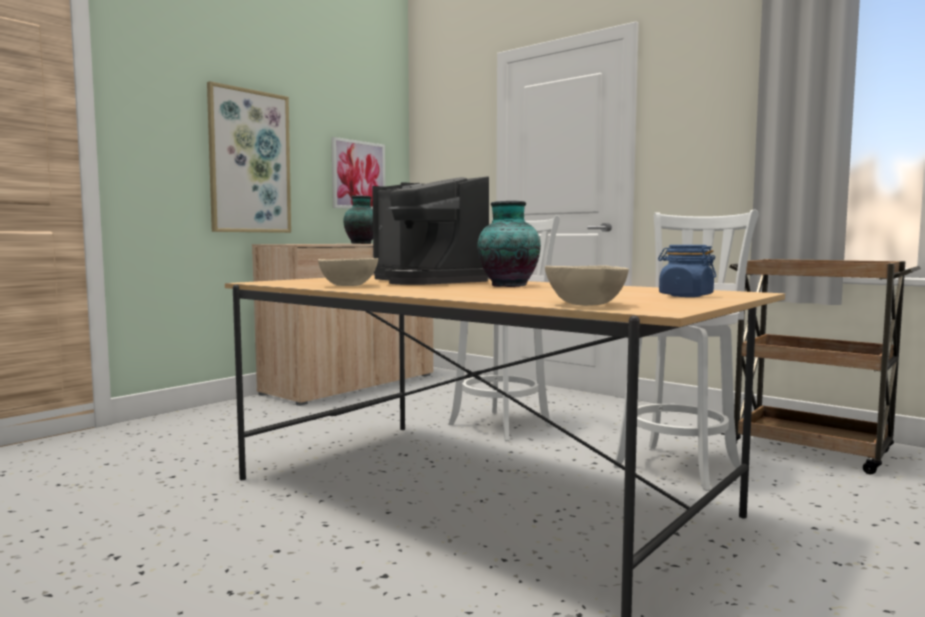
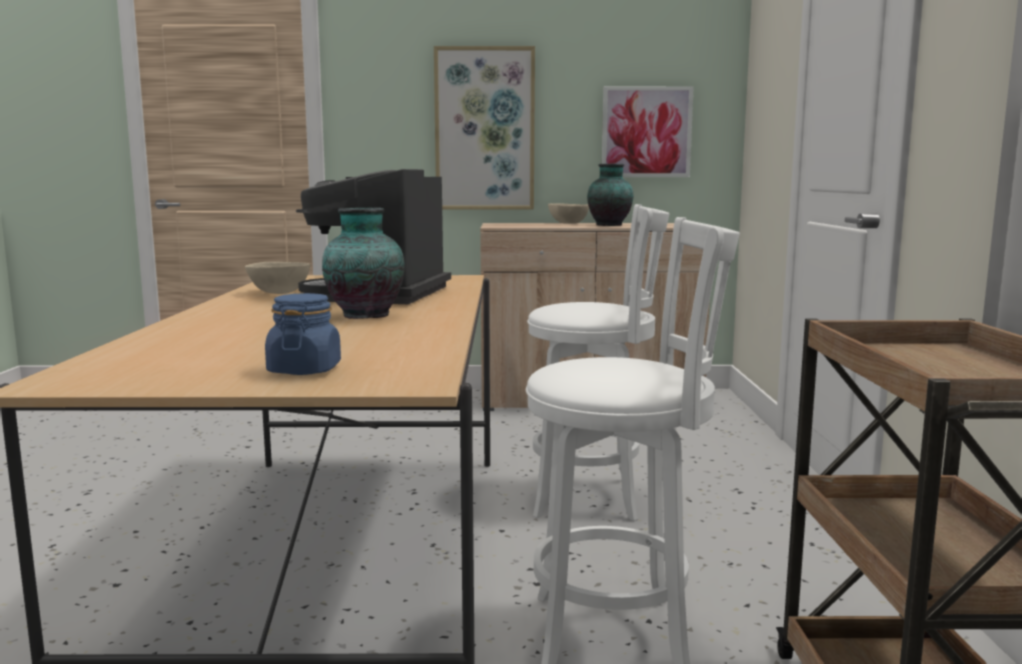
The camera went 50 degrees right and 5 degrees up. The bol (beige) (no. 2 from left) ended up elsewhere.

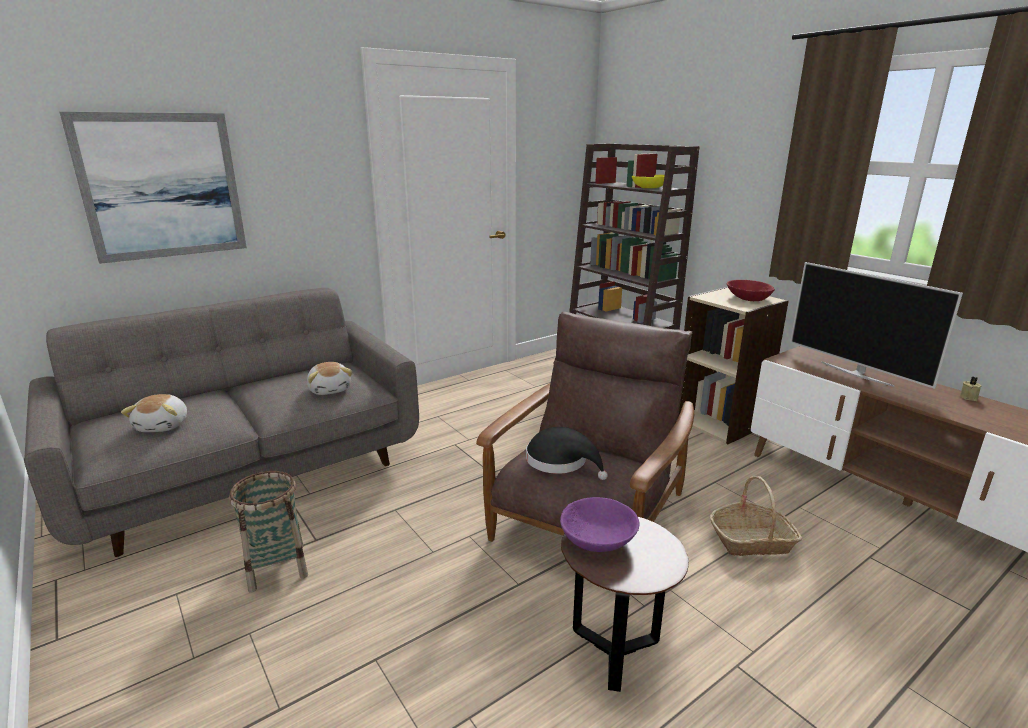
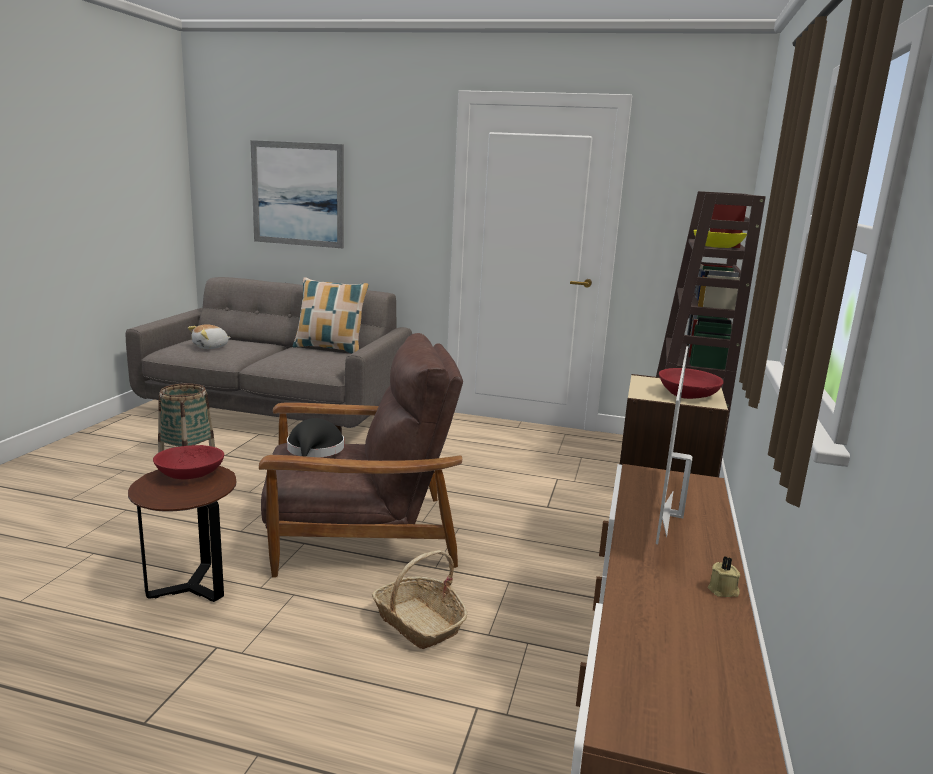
The camera went 50 degrees right and 5 degrees down. What was the bol (violet) turned into the bol (rouge) (no. 1 from left). The second view gained the coussin. The second view lost the peluche (no. 2 from left).

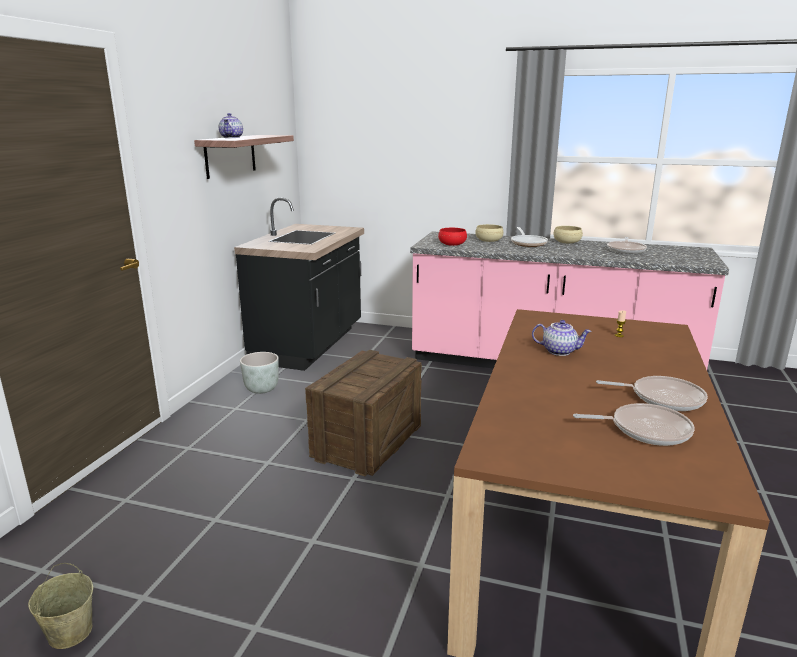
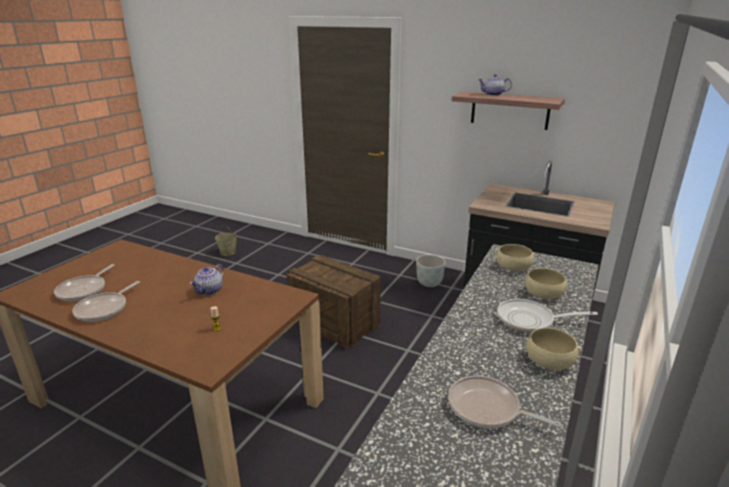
The camera went 100 degrees right and 5 degrees up. What was the bol (rouge) turned into the bol (beige) (no. 1 from left).

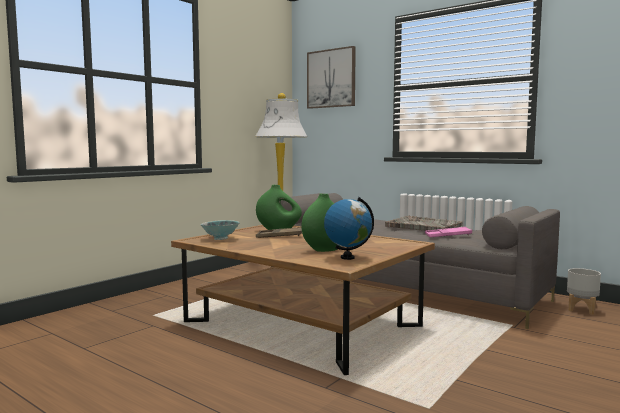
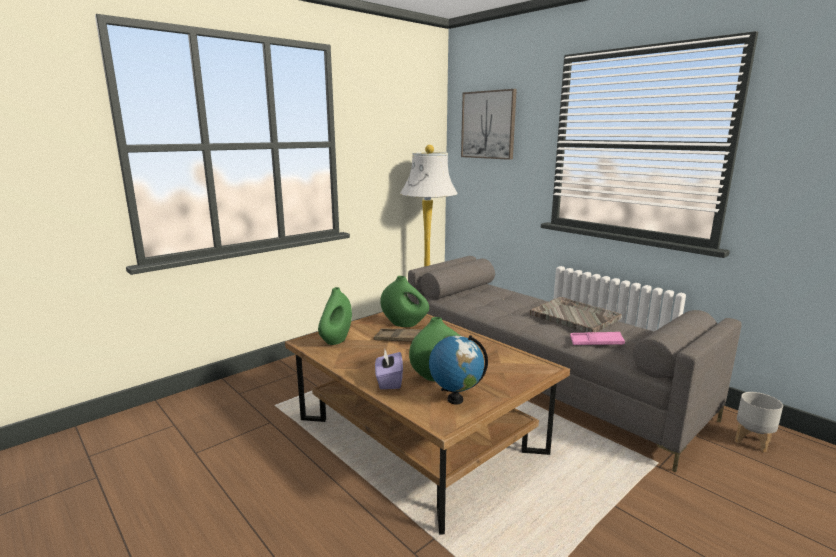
The camera went 10 degrees right and 10 degrees up. Where the bol stood, the vase (vert) (no. 1 from left) came to stand. The second view gained the boîte à mouchoirs (violet).

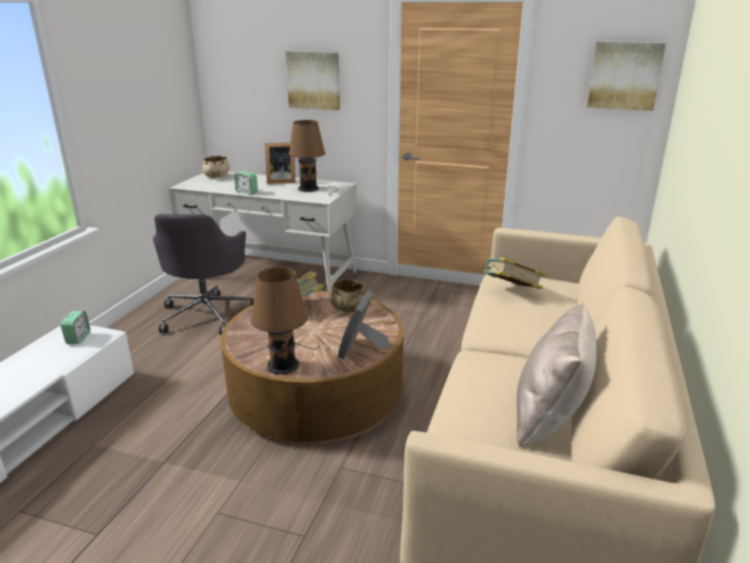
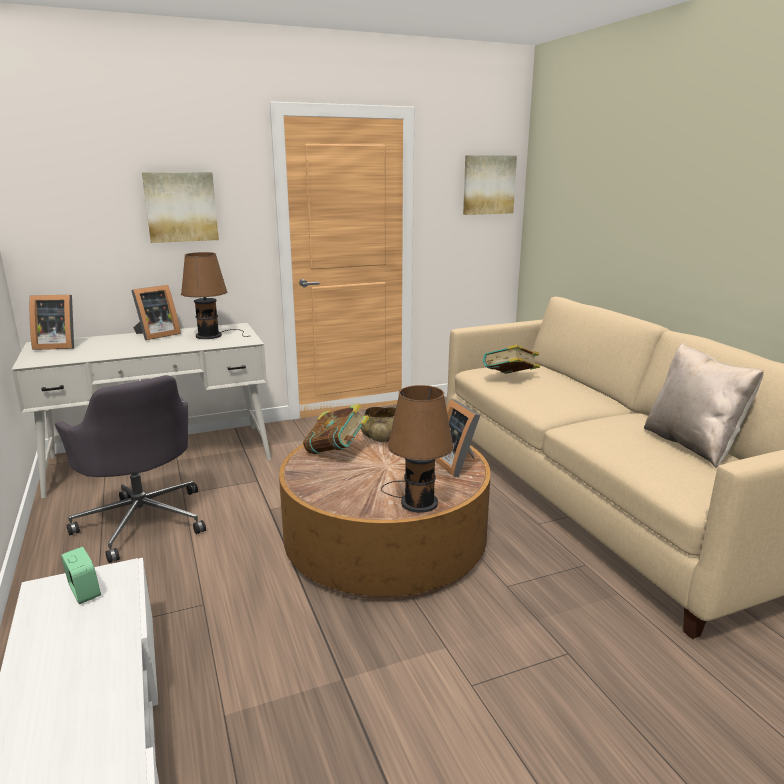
The camera went 40 degrees left and 5 degrees down. Where the bol (beige) (no. 1 from left) stood, the cadre photo (no. 1 from left) came to stand. The second view lost the réveil (no. 2 from left).

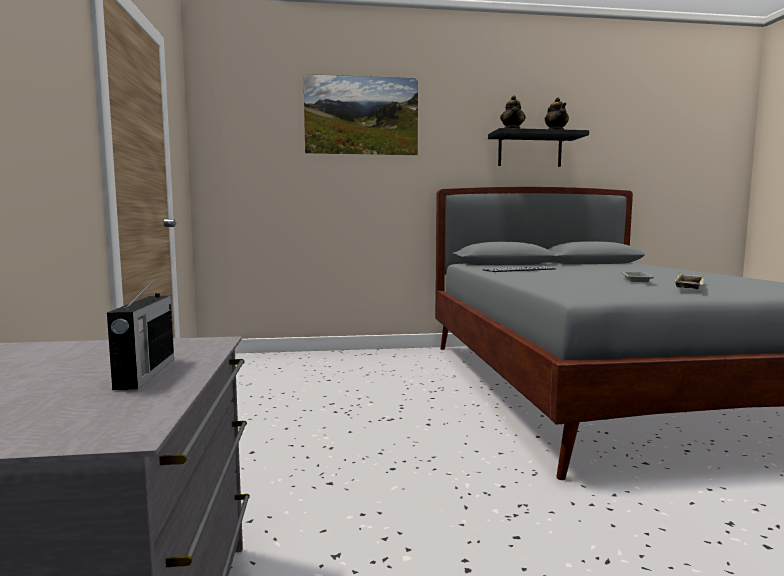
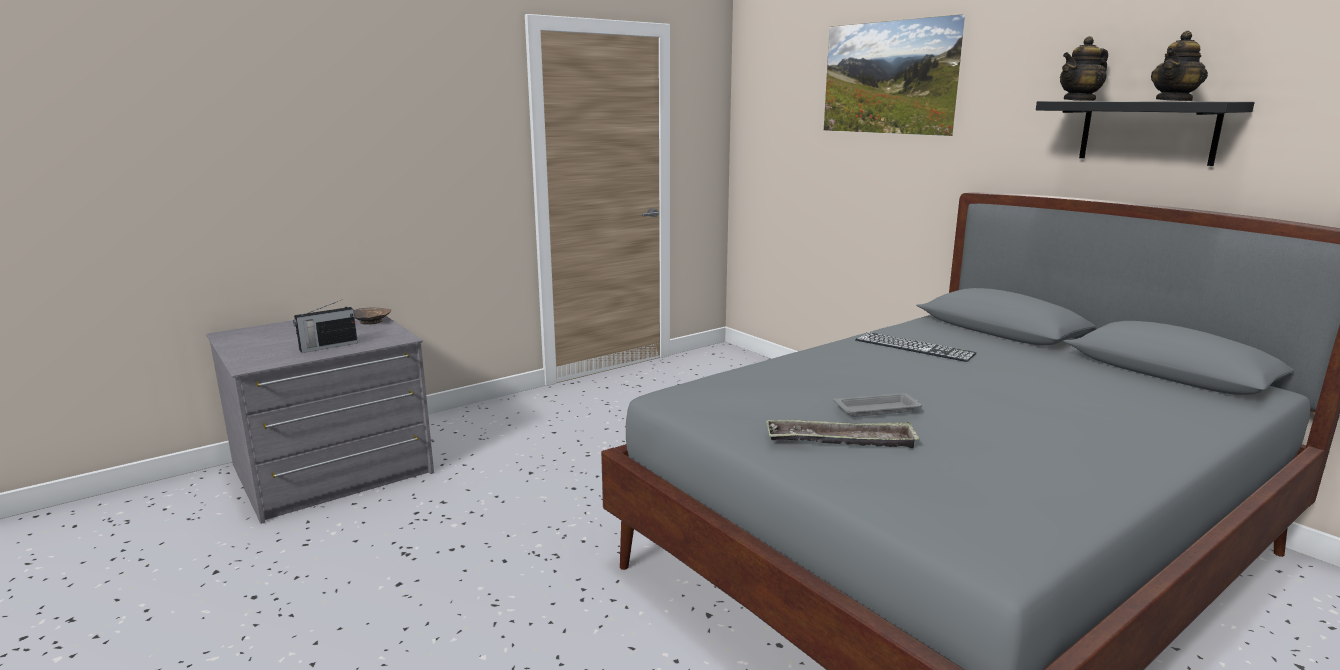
The camera went 60 degrees right and 10 degrees up. The second view gained the bol (marron).

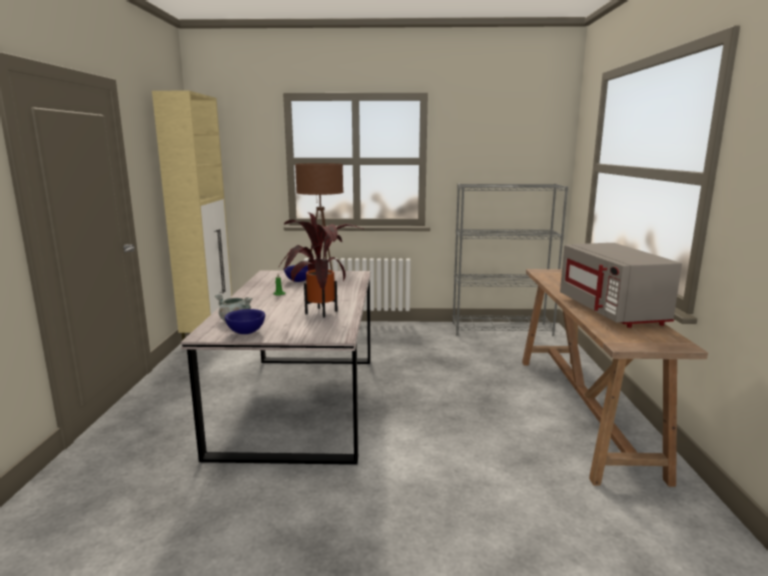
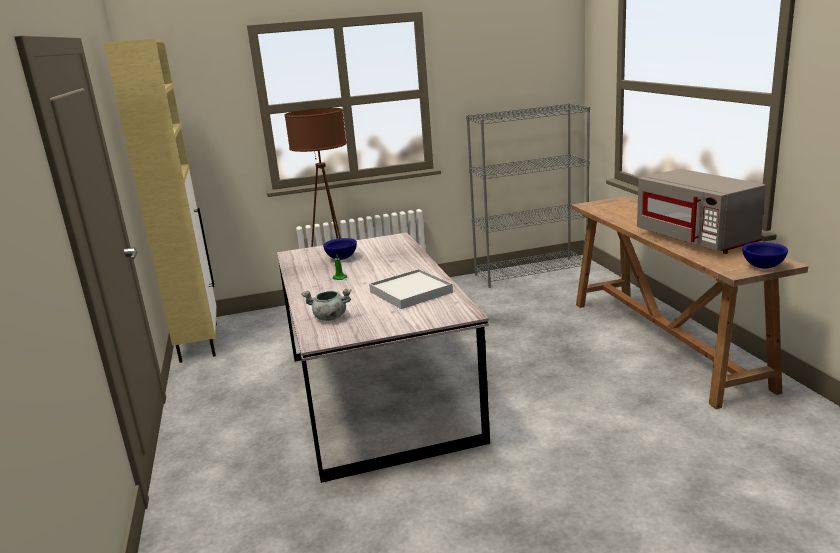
The camera went 15 degrees left and 5 degrees up. Where the plante en pot stood, the plateau (blanc) came to stand. The bol (bleu) (no. 1 from left in the first image) ended up elsewhere.

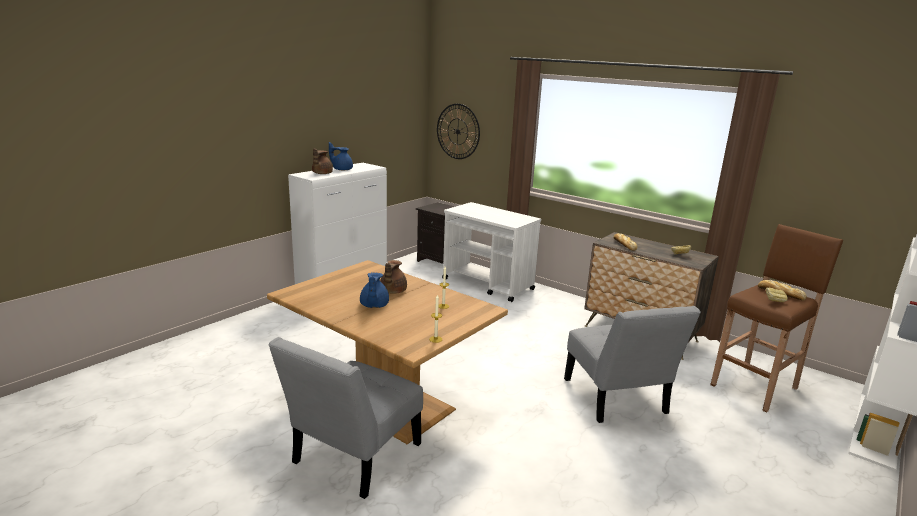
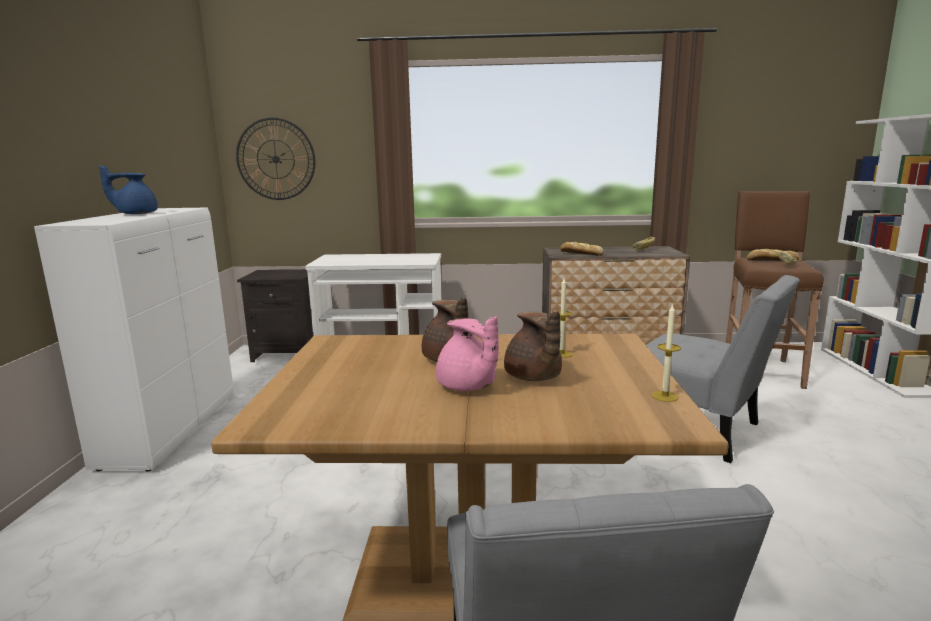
The camera went 35 degrees left and 5 degrees down. What was the théière (bleu) (no. 2 from left) turned into the théière (rose). The théière (marron) (no. 1 from left in the first image) ended up elsewhere.

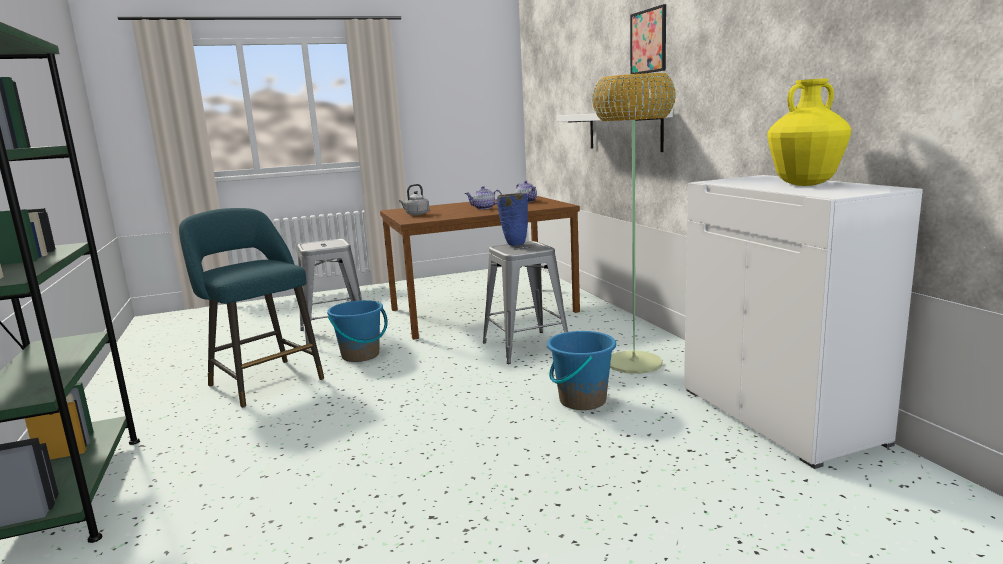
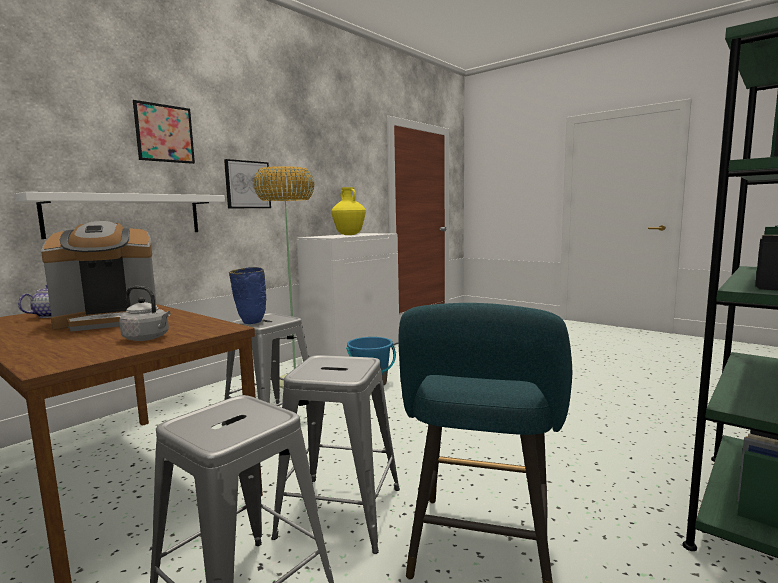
The camera went 120 degrees left and 5 degrees down. Where the théière (no. 1 from left) stood, the machine à café came to stand. The second view gained the tableau (no. 2 from left). Where the seau (bleu) (no. 1 from left) stood, the tabouret (gris) (no. 3 from left) came to stand.

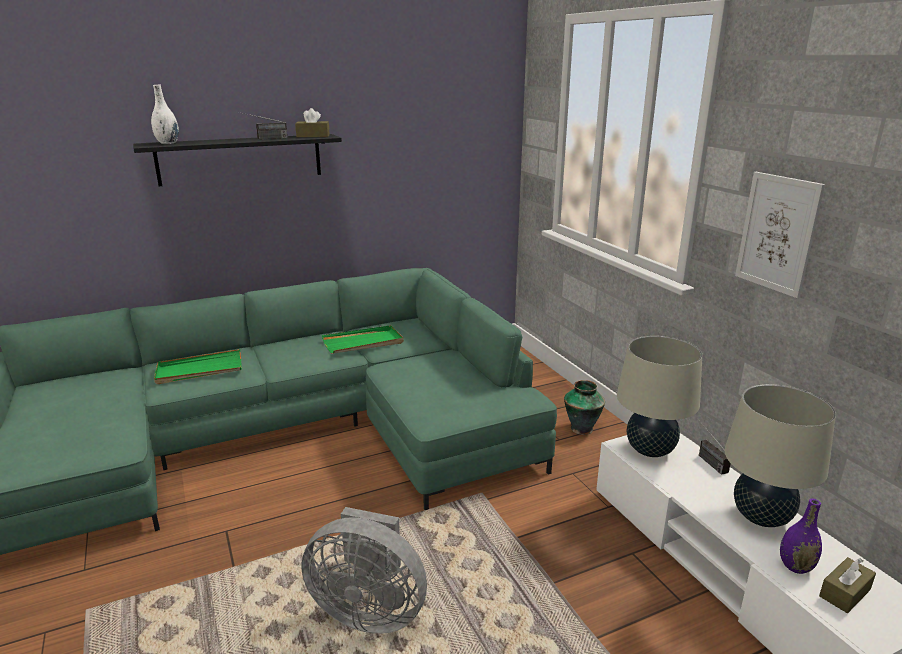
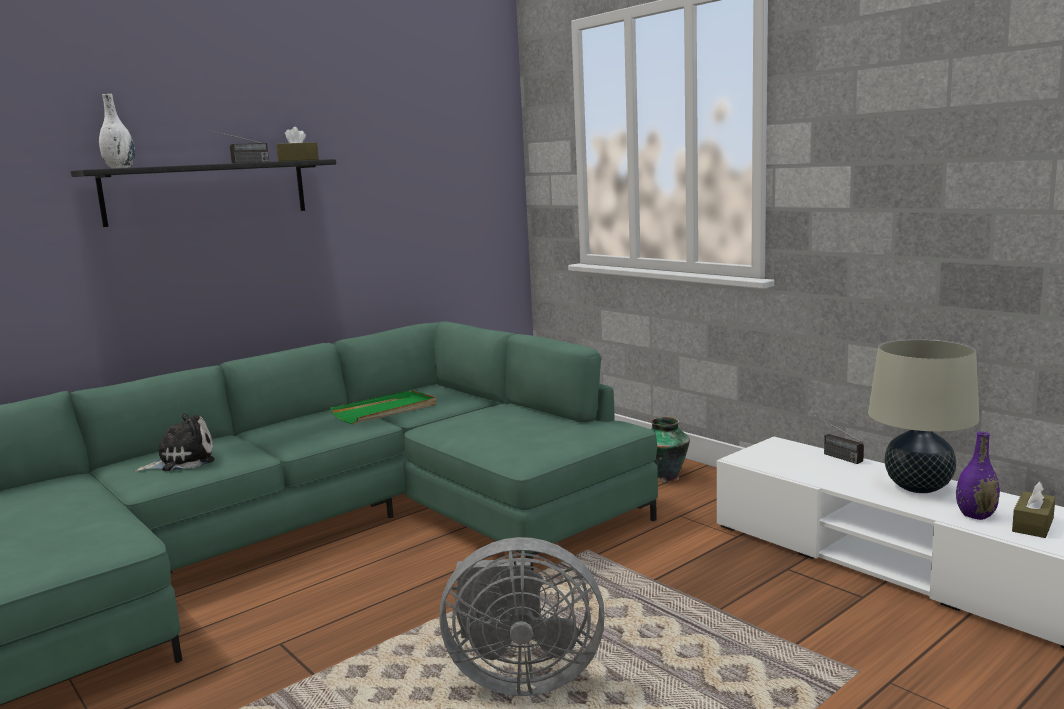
The camera went 15 degrees left and 10 degrees down. Where the plateau (vert) (no. 1 from left) stood, the peluche came to stand. The second view lost the lampe de table (beige) (no. 1 from left). The second view lost the tableau.

